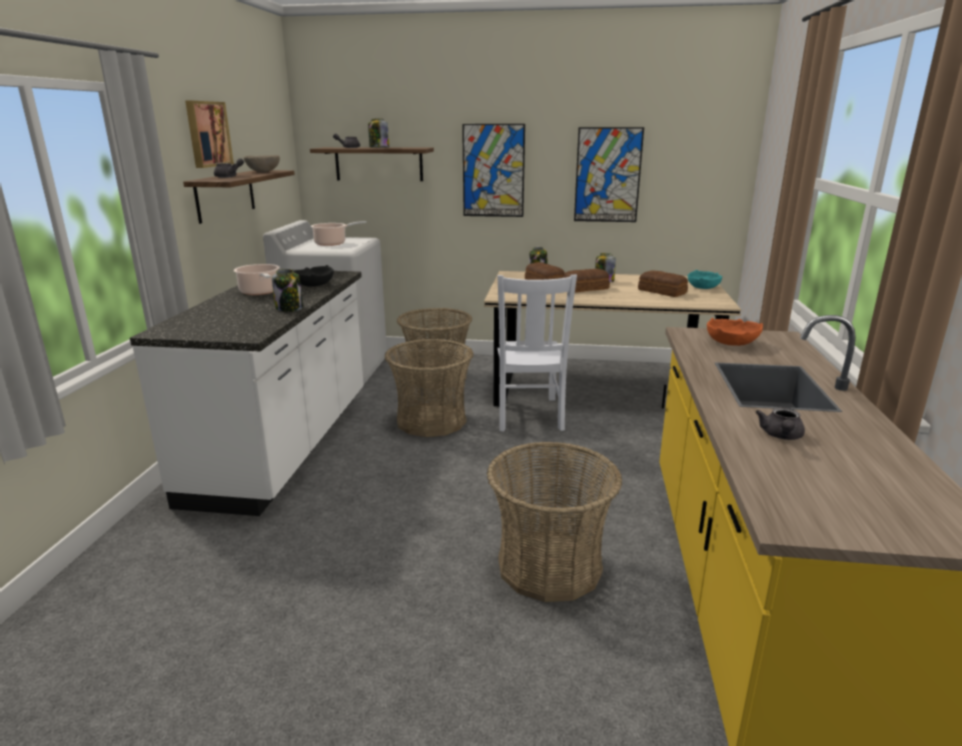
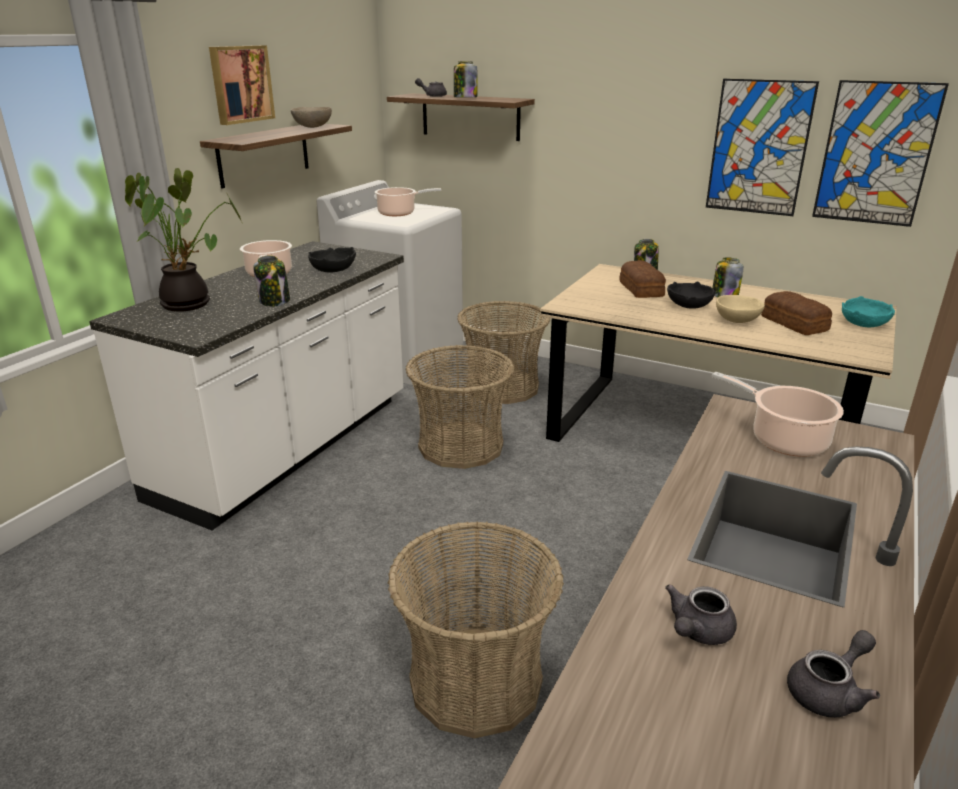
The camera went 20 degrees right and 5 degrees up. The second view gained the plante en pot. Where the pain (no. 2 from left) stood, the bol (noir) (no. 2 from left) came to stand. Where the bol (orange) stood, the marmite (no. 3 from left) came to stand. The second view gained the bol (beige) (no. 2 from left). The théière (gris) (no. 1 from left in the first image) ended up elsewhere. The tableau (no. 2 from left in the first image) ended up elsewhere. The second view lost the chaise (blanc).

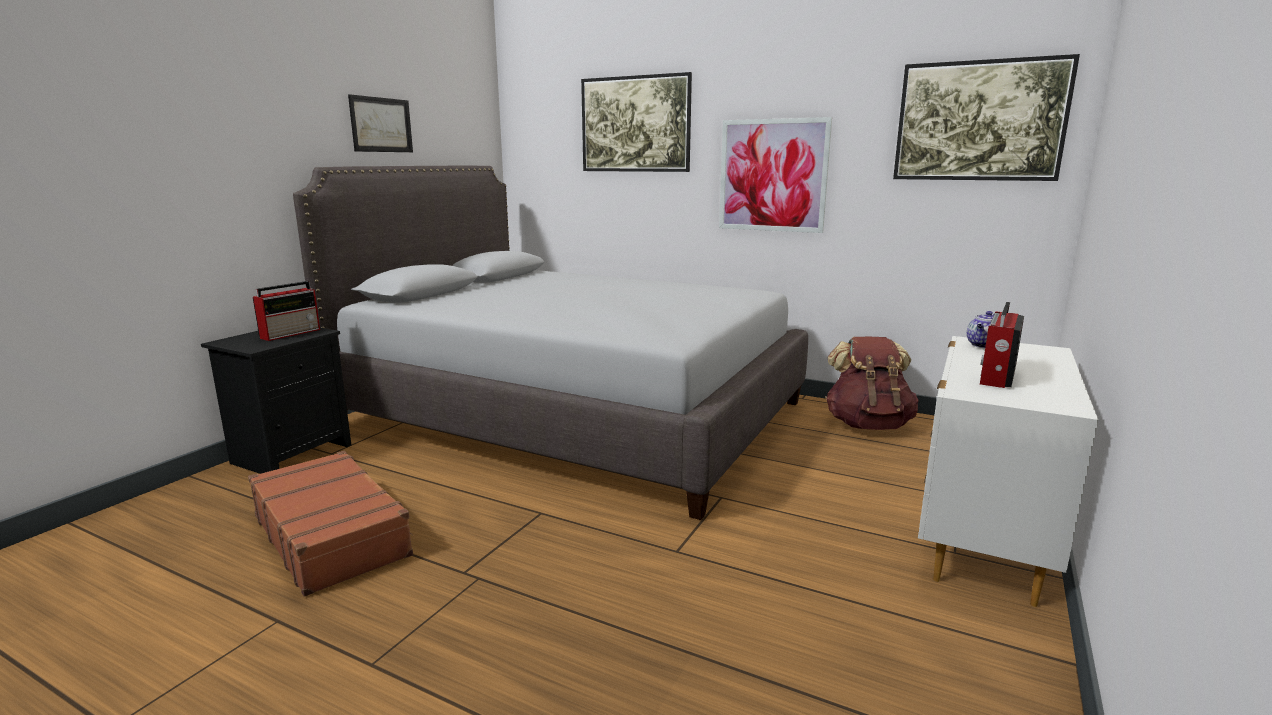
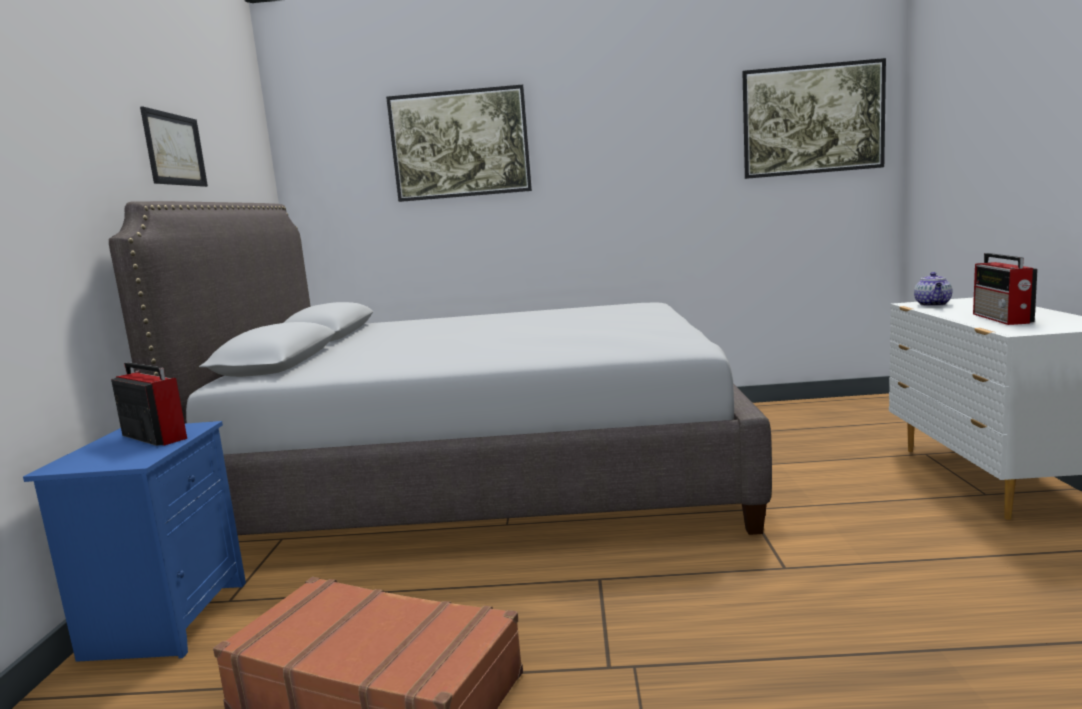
The camera went 25 degrees left and 5 degrees down. What was the table de chevet (noir) turned into the table de chevet (bleu). The radio (no. 1 from left) ended up facing another way, 60 degrees counterclockwise from before. The second view lost the tableau (no. 3 from left). The second view lost the sac à dos (marron).

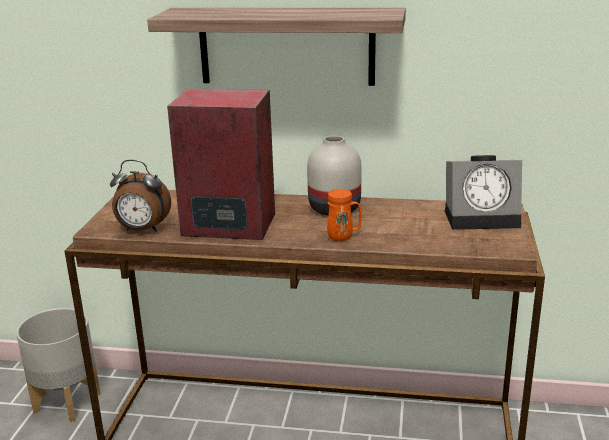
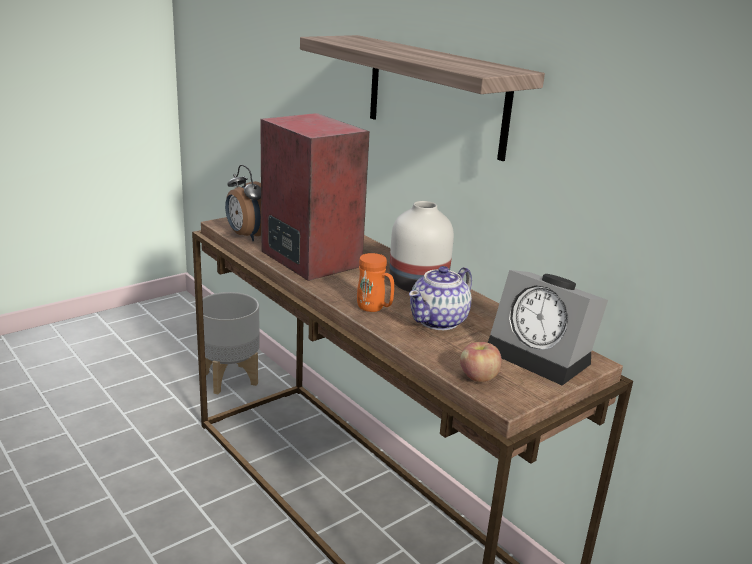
The camera went 40 degrees right and 0 degrees up. The second view gained the théière. The second view gained the pomme.

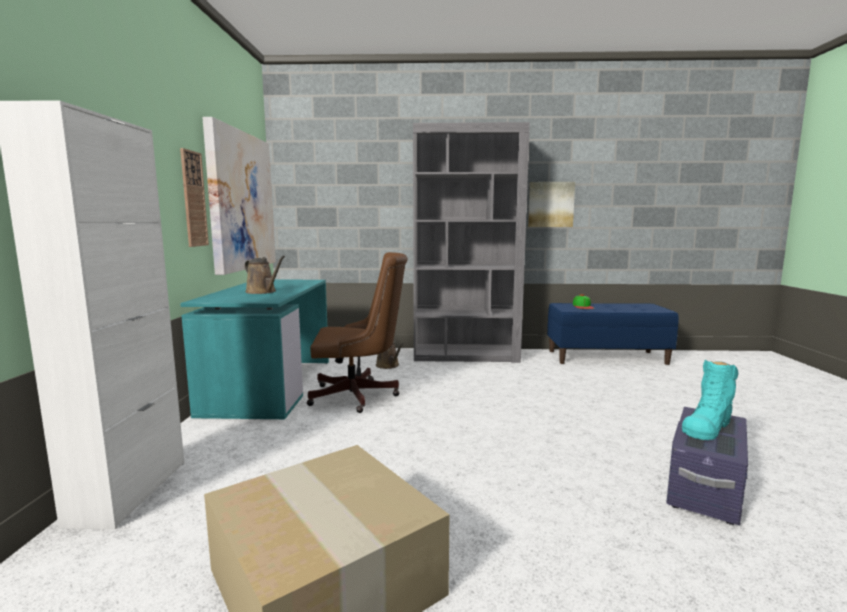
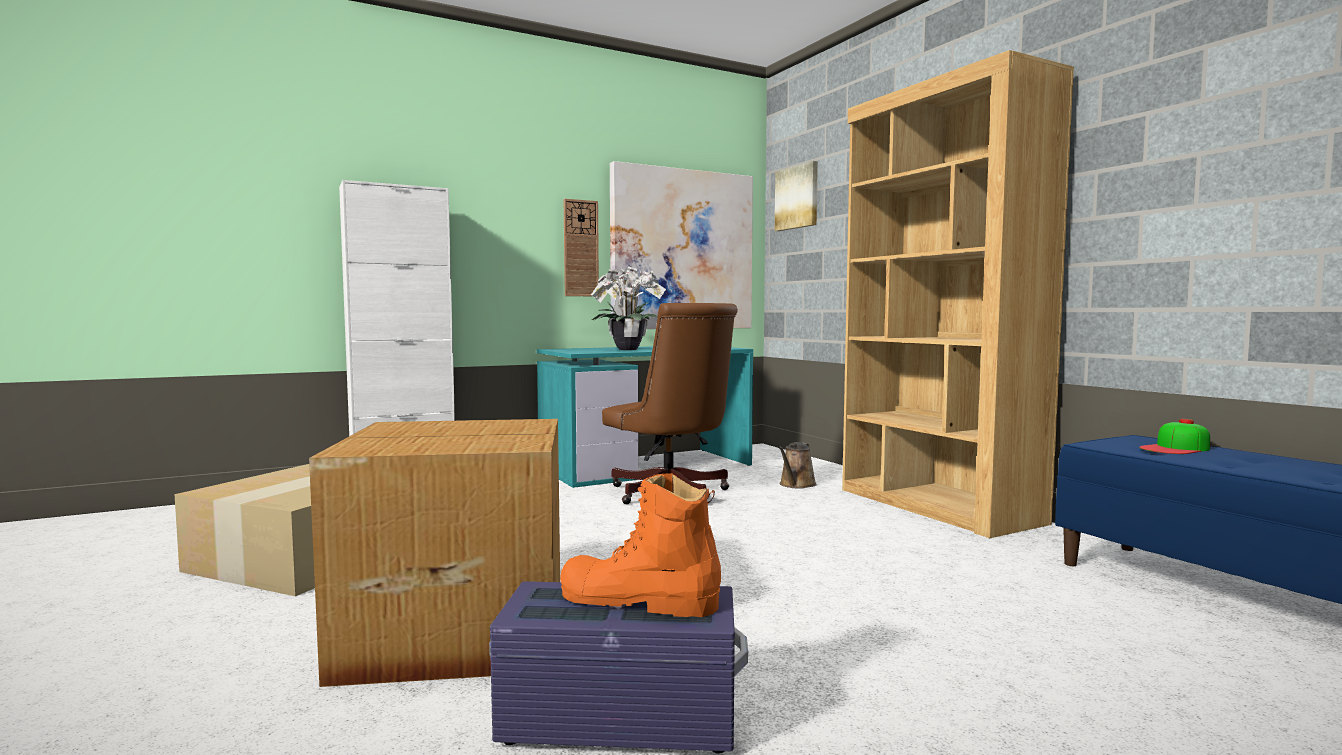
The camera went 60 degrees right and 5 degrees down. The second view gained the carton (no. 2 from left). What was the botte (turquoise) turned into the botte (orange). Where the arrosoir (marron) (no. 1 from left) stood, the plante en pot came to stand. The tableau (no. 2 from left) ended up elsewhere. What was the bibliothèque (gris) turned into the bibliothèque (marron).

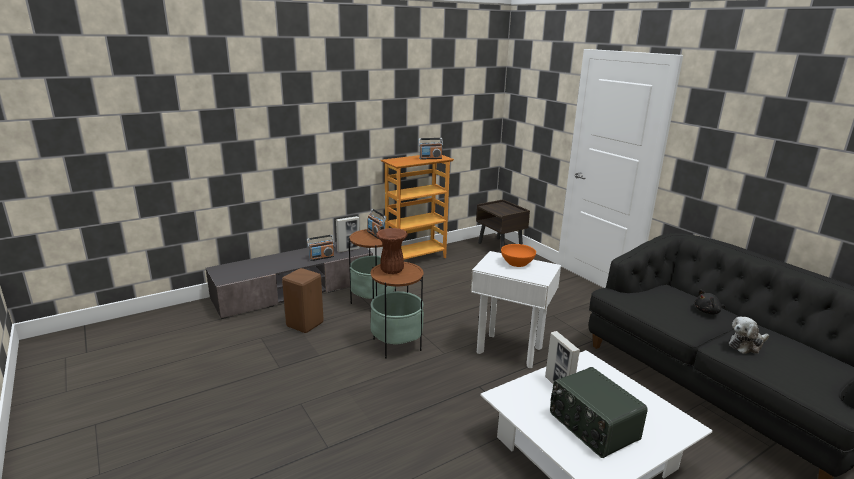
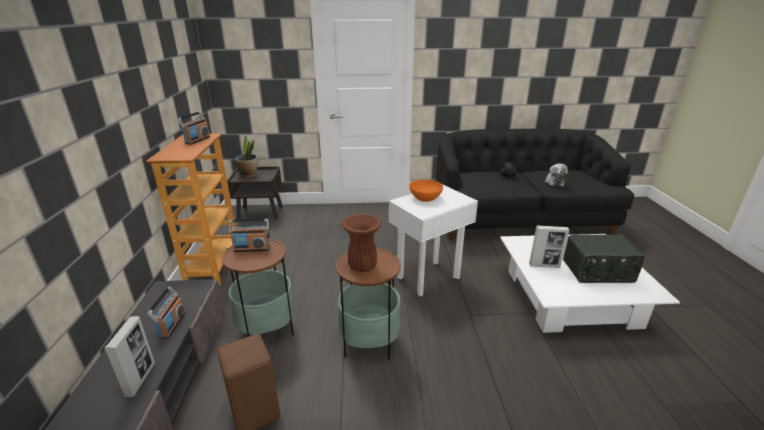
The camera went 60 degrees left and 5 degrees up. The cadre photo (no. 1 from left) ended up elsewhere. The second view gained the plante en pot.

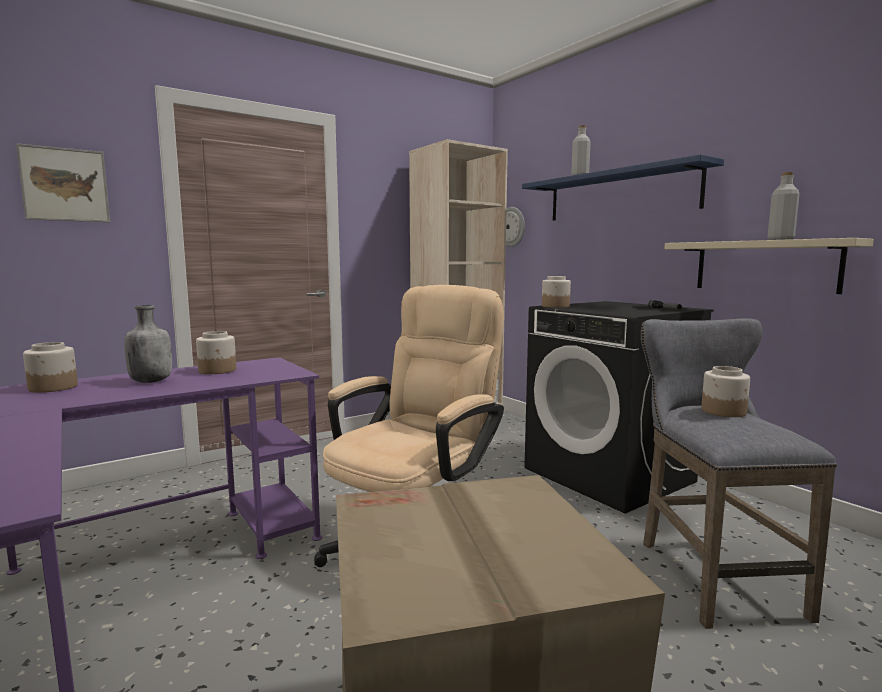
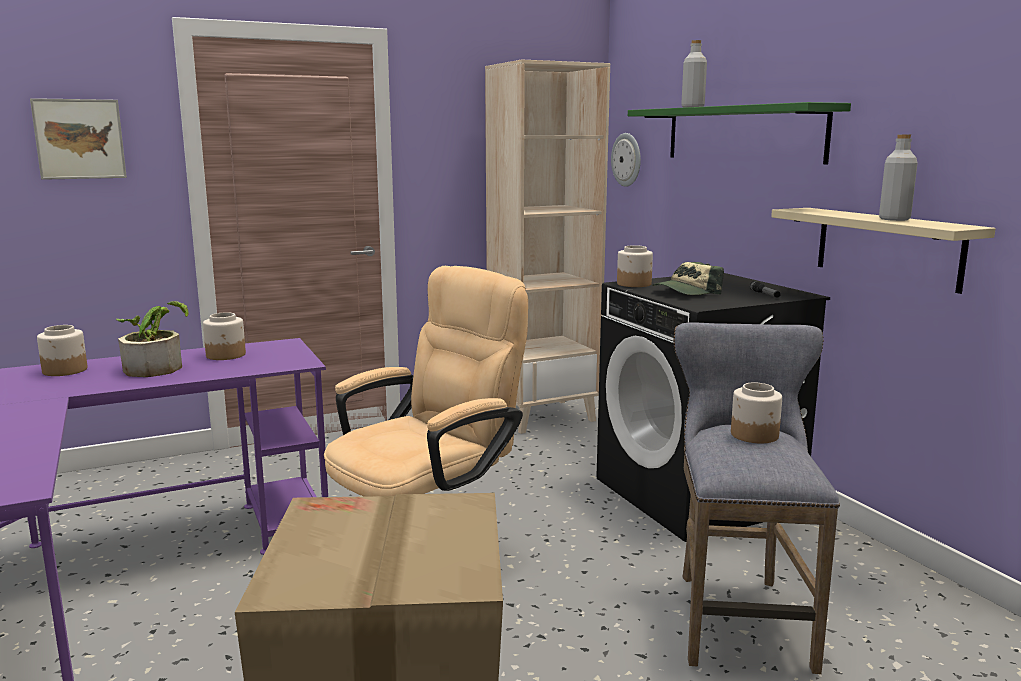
The camera went 10 degrees right and 5 degrees up. Where the bouteille (gris) (no. 1 from left) stood, the plante en pot came to stand. What was the étagère (bleu) turned into the étagère (vert). The second view gained the casquette.

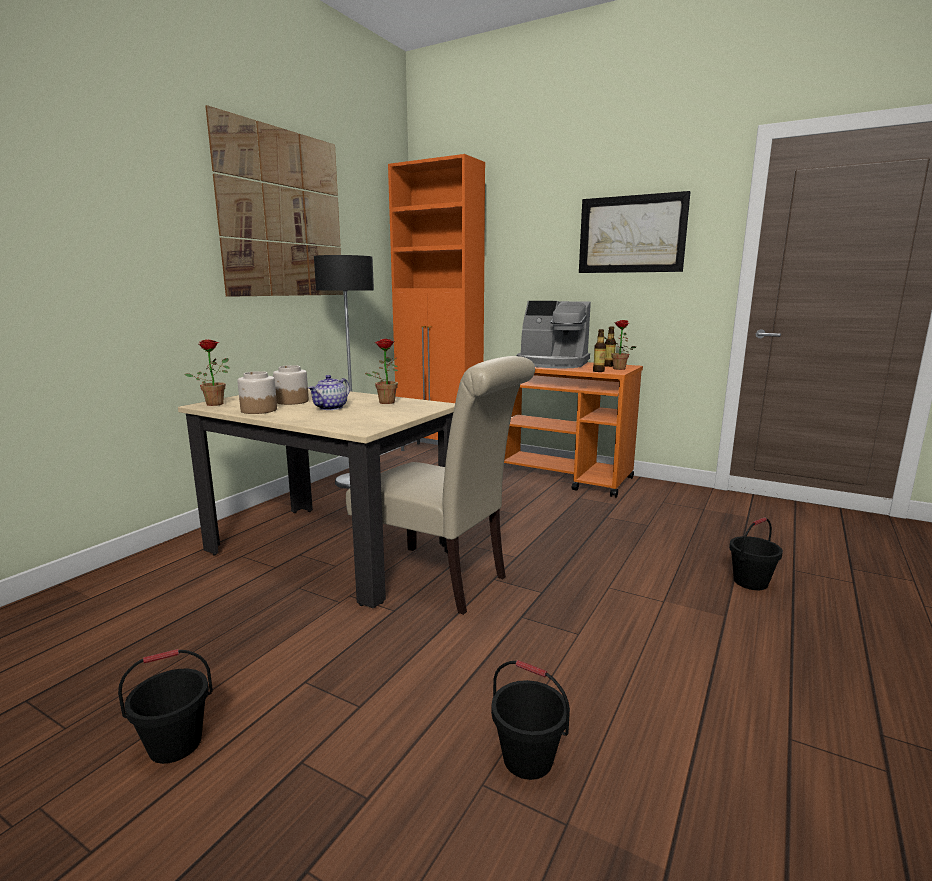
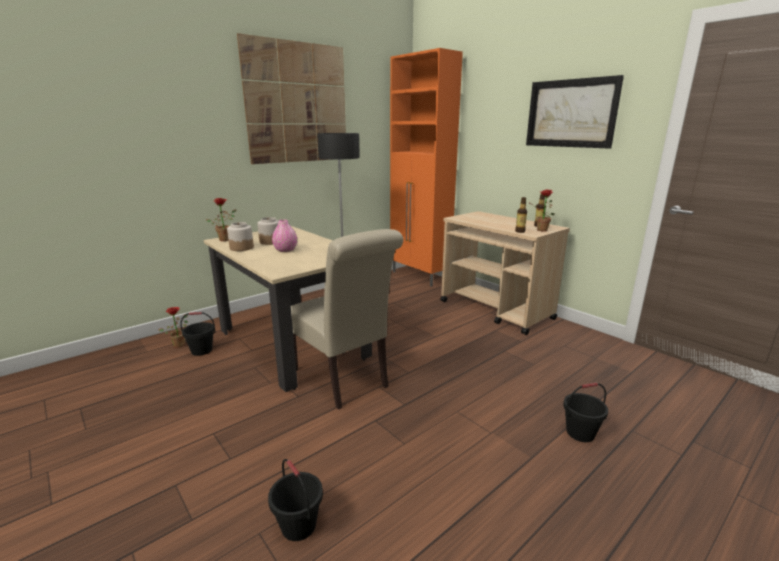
The camera went 20 degrees right and 5 degrees up. The plante en pot (no. 2 from left in the first image) ended up elsewhere. The seau (noir) (no. 1 from left) ended up elsewhere. Where the théière stood, the vase (rose) came to stand. What was the chariot (orange) turned into the chariot (beige). The second view lost the machine à café.

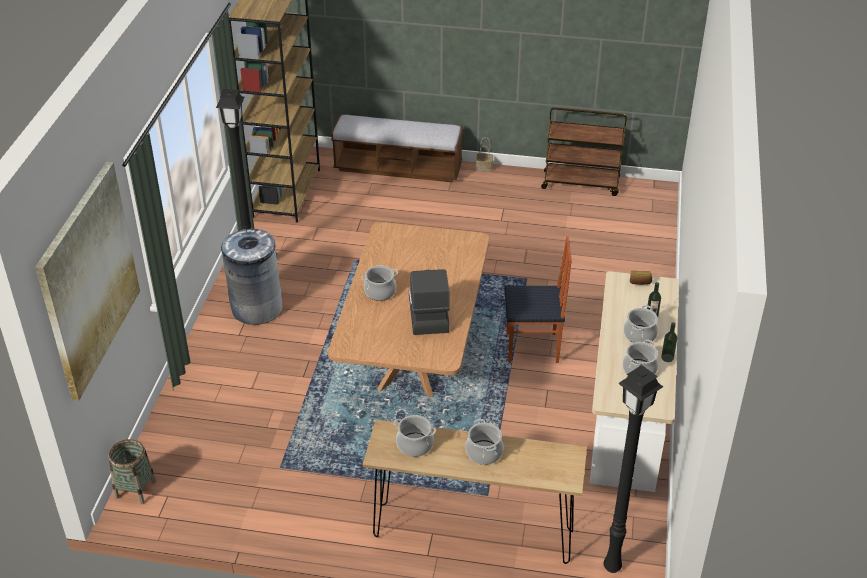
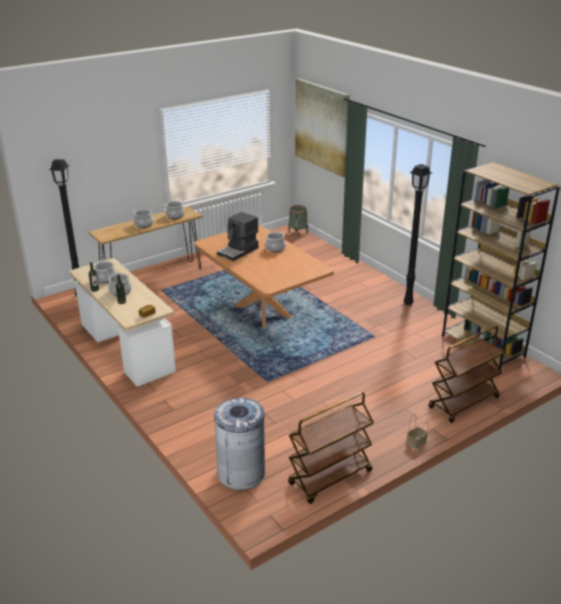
The camera went 135 degrees right and 10 degrees down. The poubelle (gris) ended up elsewhere. The machine à café ended up facing another way, 90 degrees clockwise from before. Where the banc stood, the chariot (marron) (no. 2 from left) came to stand. The second view lost the chaise.

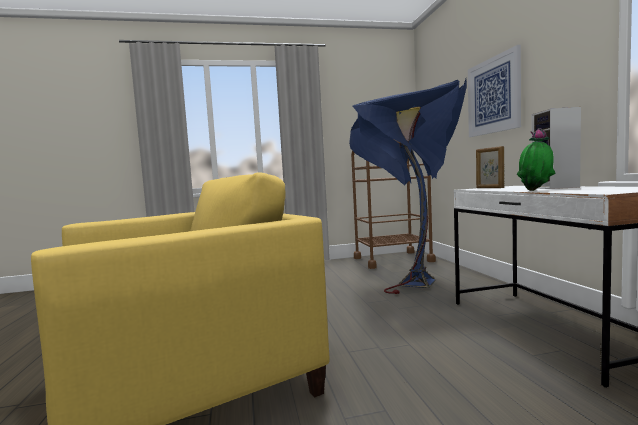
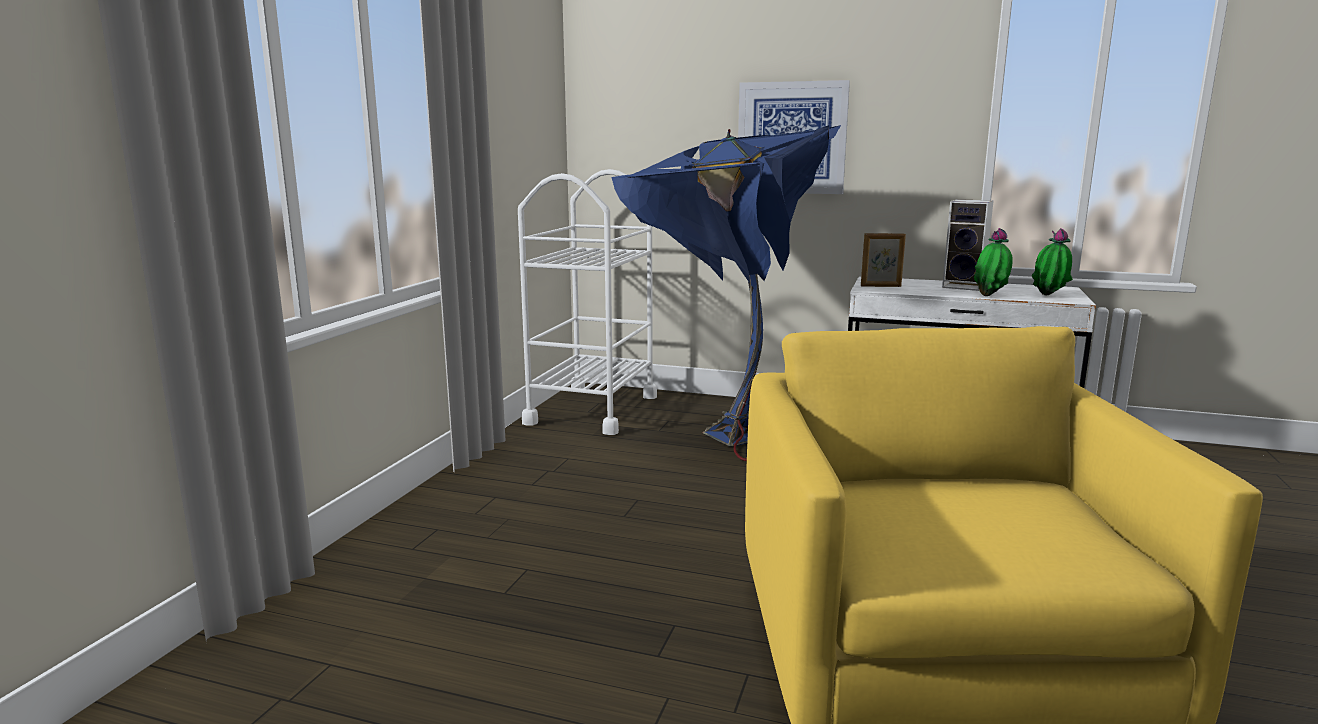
The camera went 60 degrees left and 10 degrees up. What was the chariot (marron) turned into the chariot (blanc). The second view gained the plante en pot (no. 2 from left).

